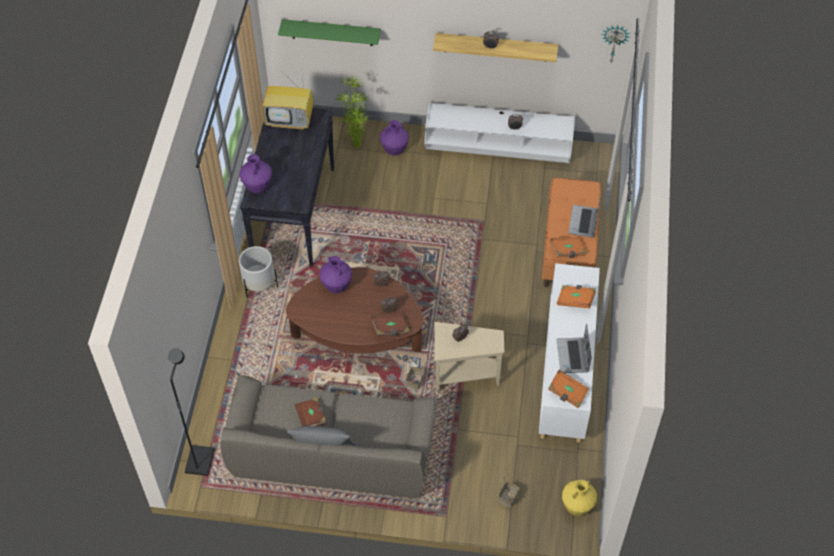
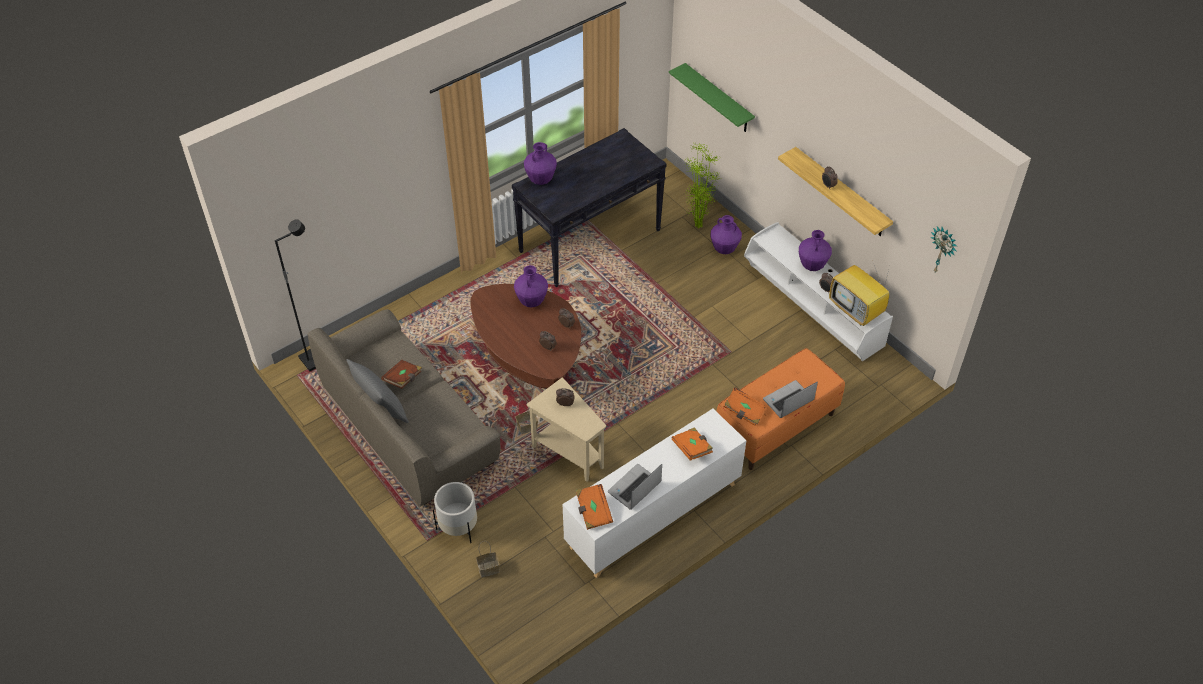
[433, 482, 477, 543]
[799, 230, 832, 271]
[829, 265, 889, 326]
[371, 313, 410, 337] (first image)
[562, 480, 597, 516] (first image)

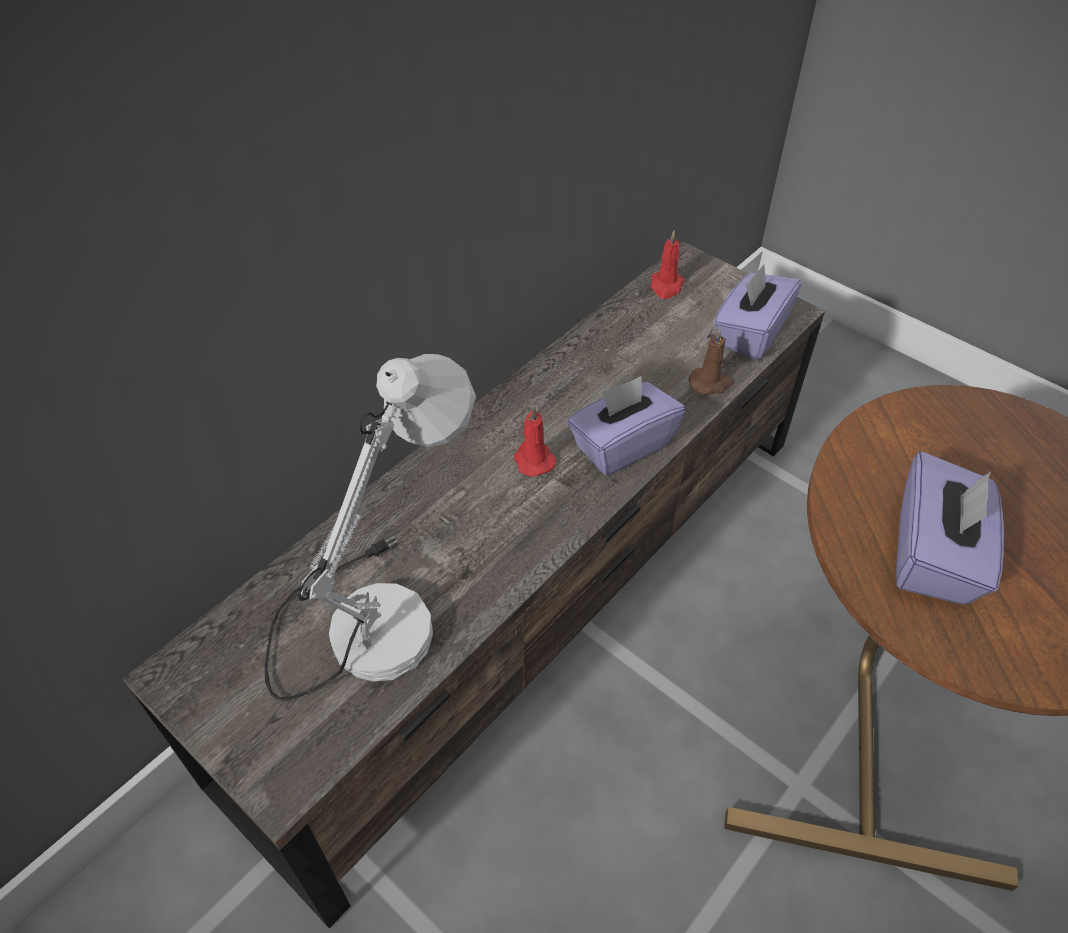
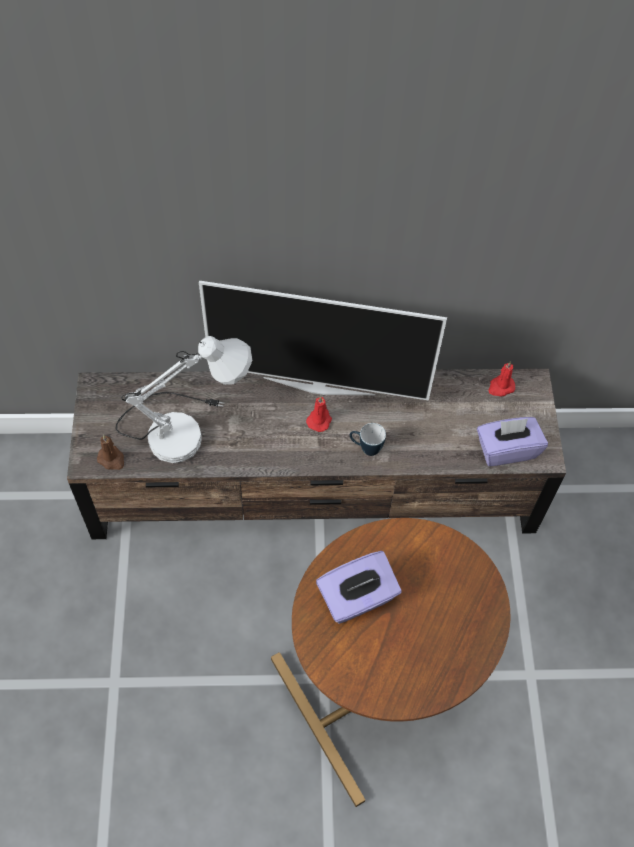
[97, 435, 124, 470]
[199, 281, 447, 401]
[350, 423, 386, 456]

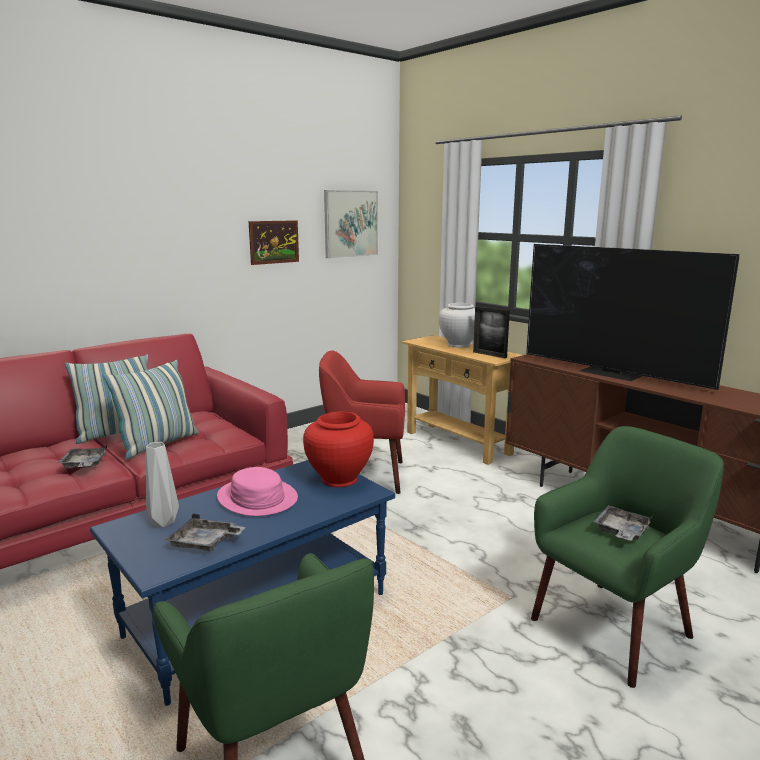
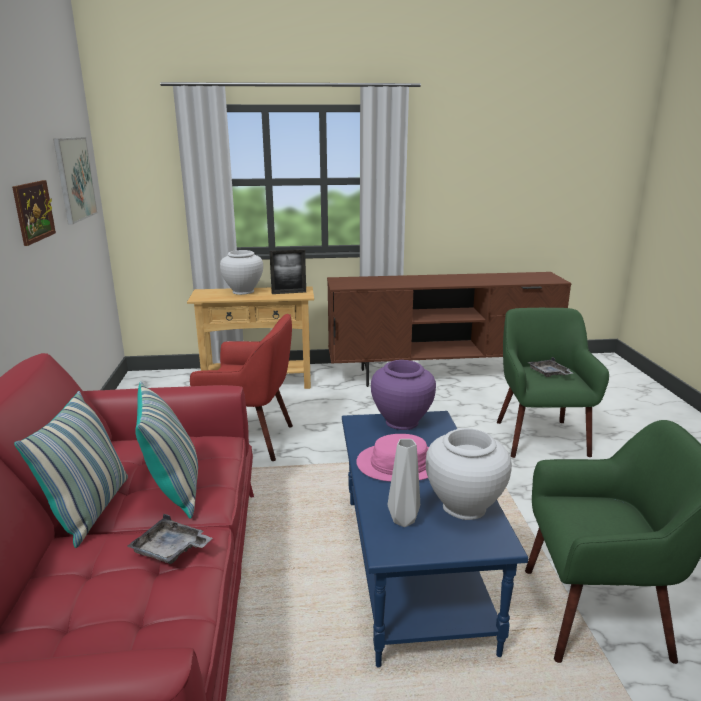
[190, 314, 293, 461]
[371, 360, 436, 430]
[426, 428, 512, 520]
[526, 244, 739, 390] (first image)

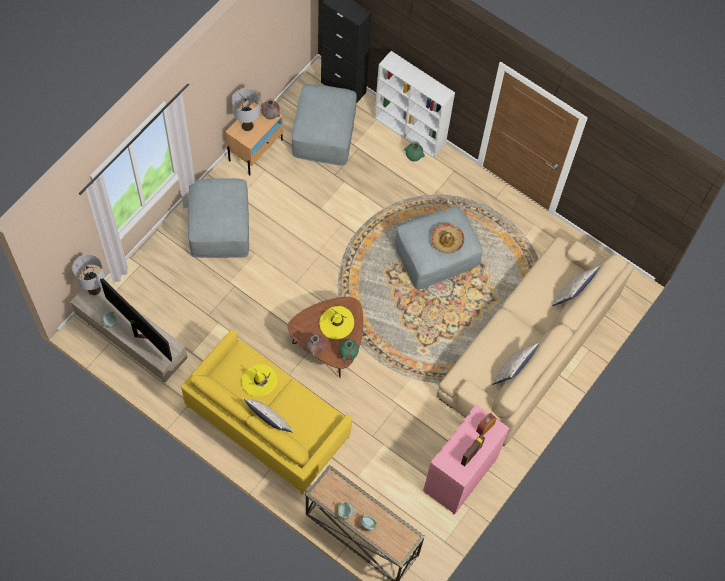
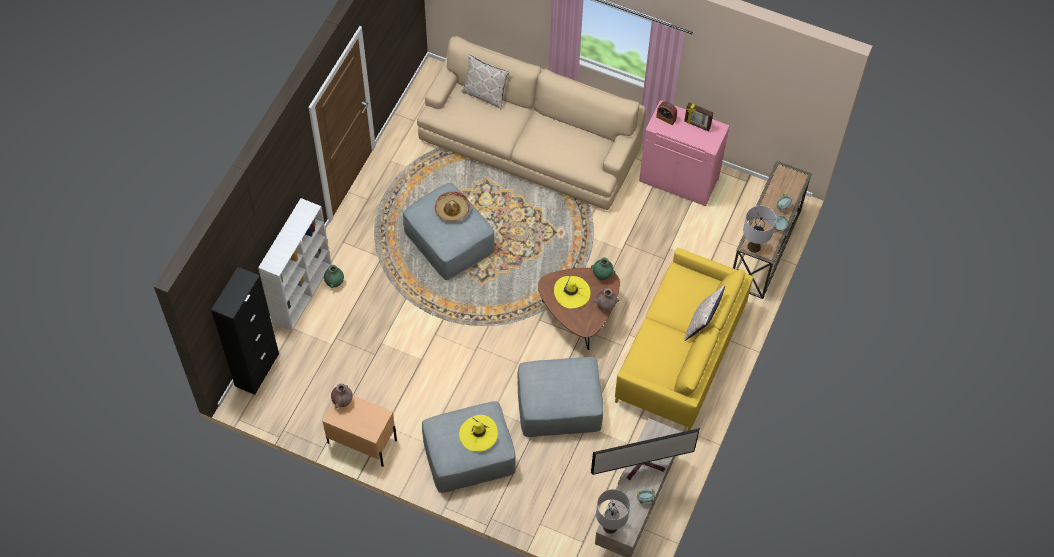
[459, 415, 498, 452]
[517, 357, 603, 437]
[591, 428, 700, 480]
[743, 206, 776, 253]
[492, 343, 539, 385] (first image)

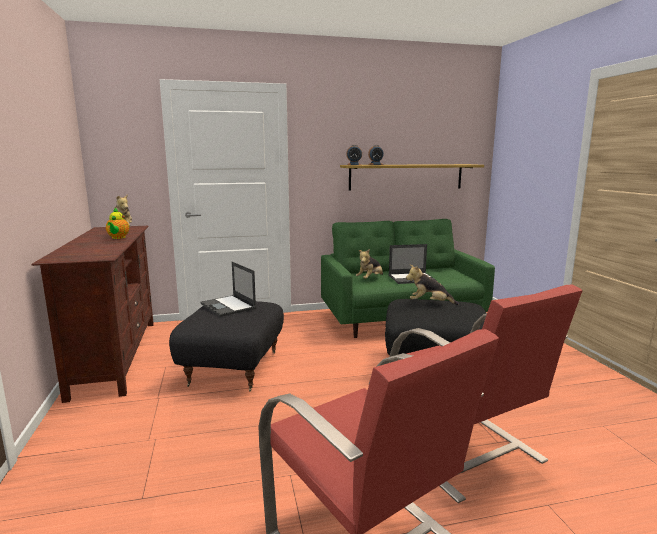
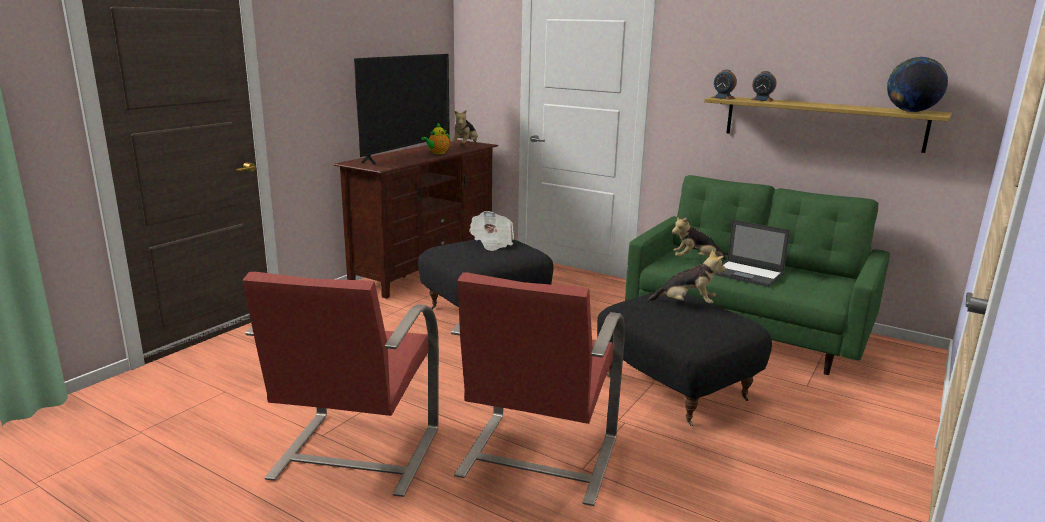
[354, 54, 450, 165]
[469, 211, 514, 251]
[647, 250, 726, 304]
[887, 57, 948, 112]

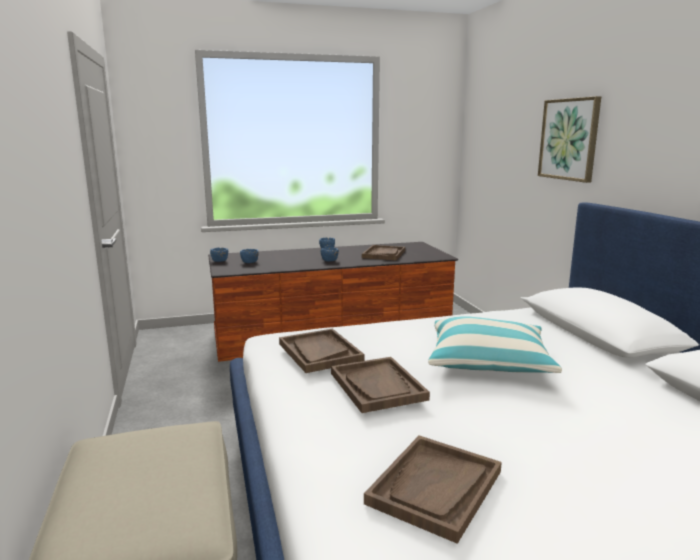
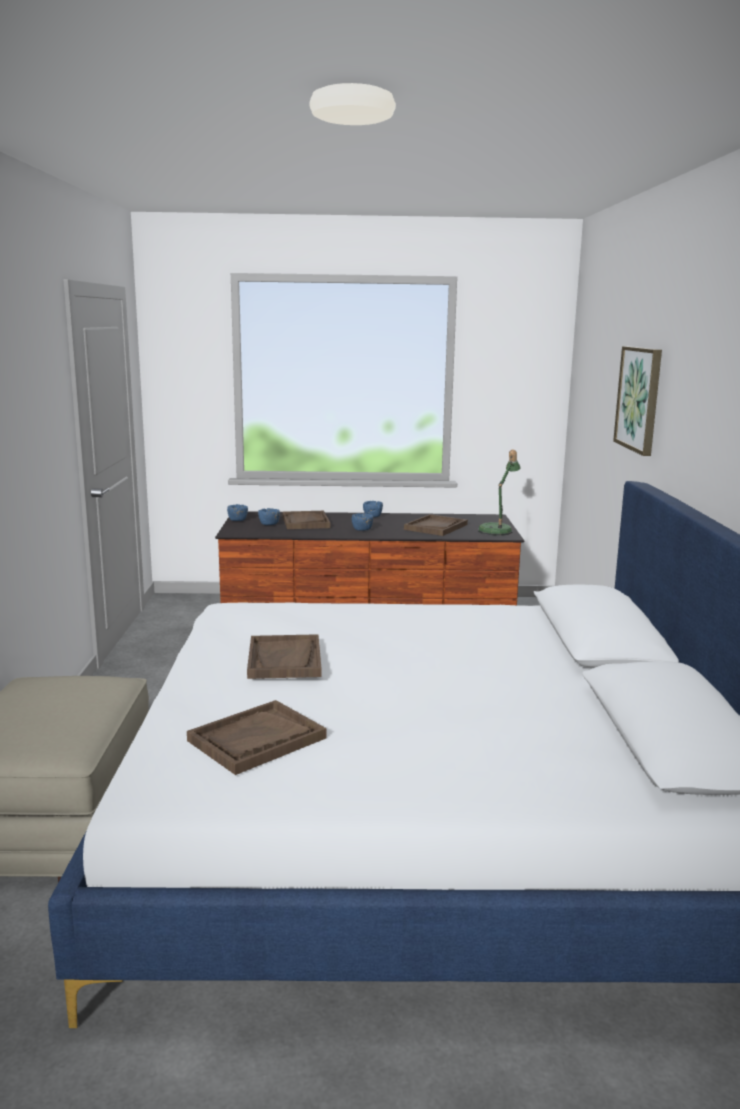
[282, 511, 331, 529]
[478, 450, 521, 536]
[428, 316, 562, 373] (first image)

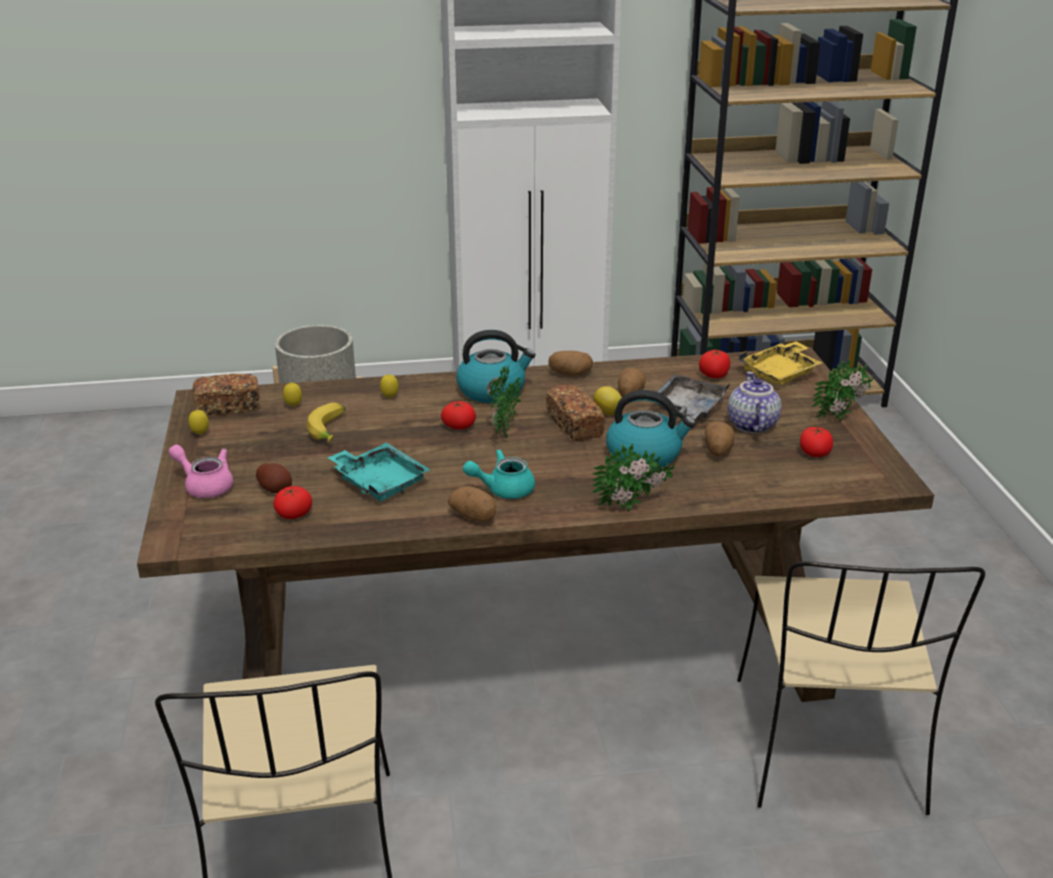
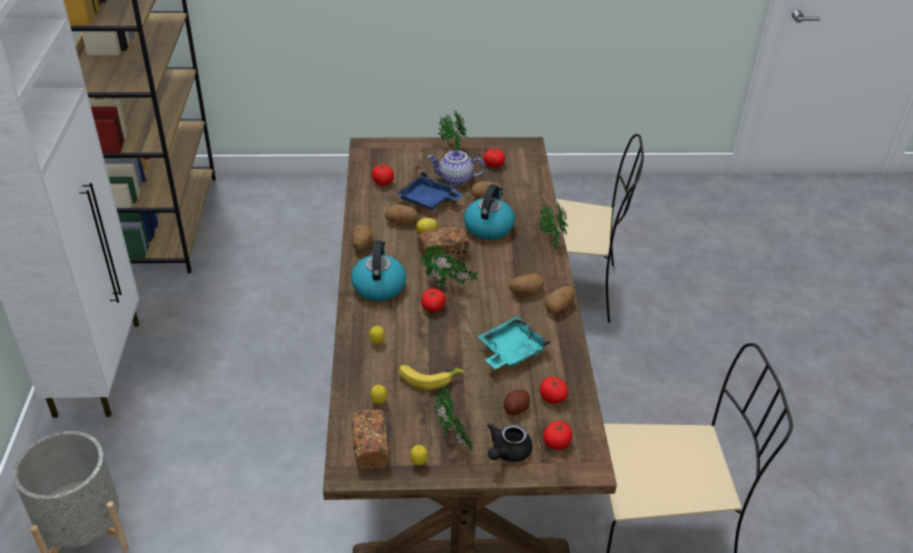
[397, 171, 463, 210]
[434, 385, 475, 452]
[487, 423, 533, 462]
[509, 273, 544, 295]
[543, 421, 572, 450]
[739, 341, 823, 385] (first image)

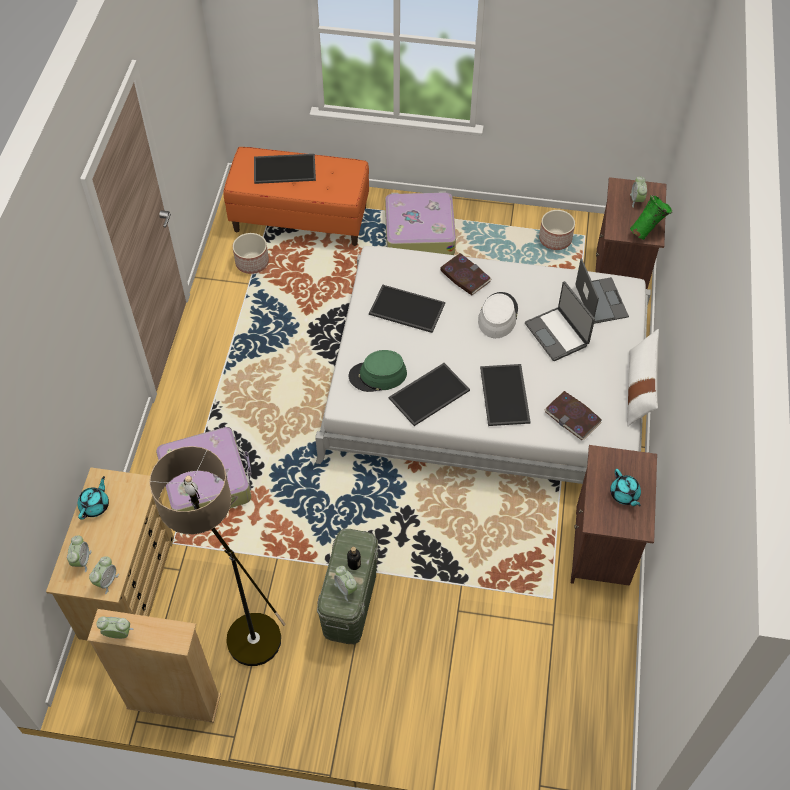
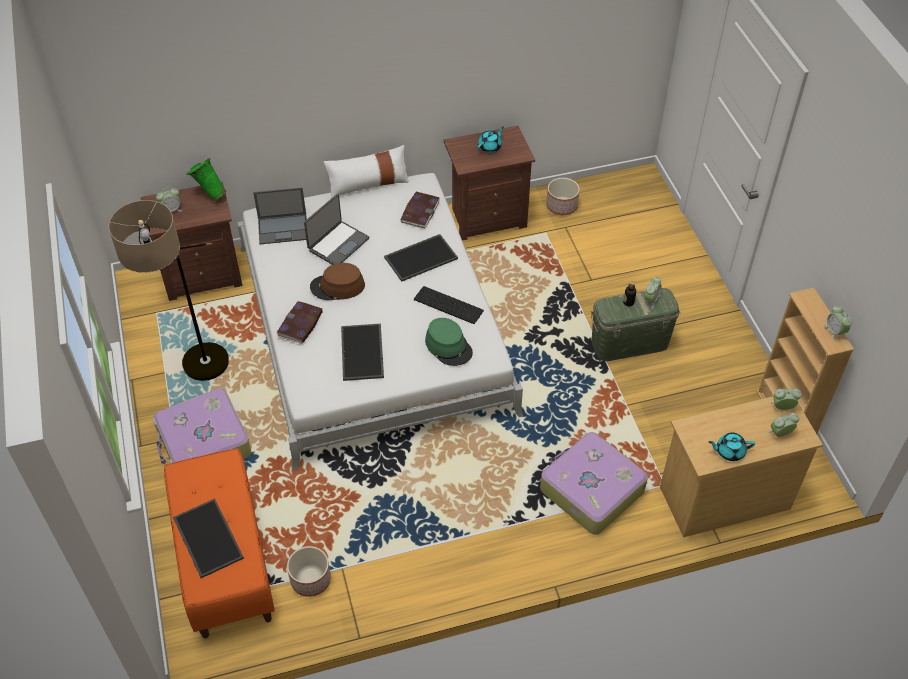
[108, 200, 229, 381]
[253, 187, 307, 244]
[310, 263, 365, 300]
[414, 286, 484, 324]
[546, 178, 580, 215]

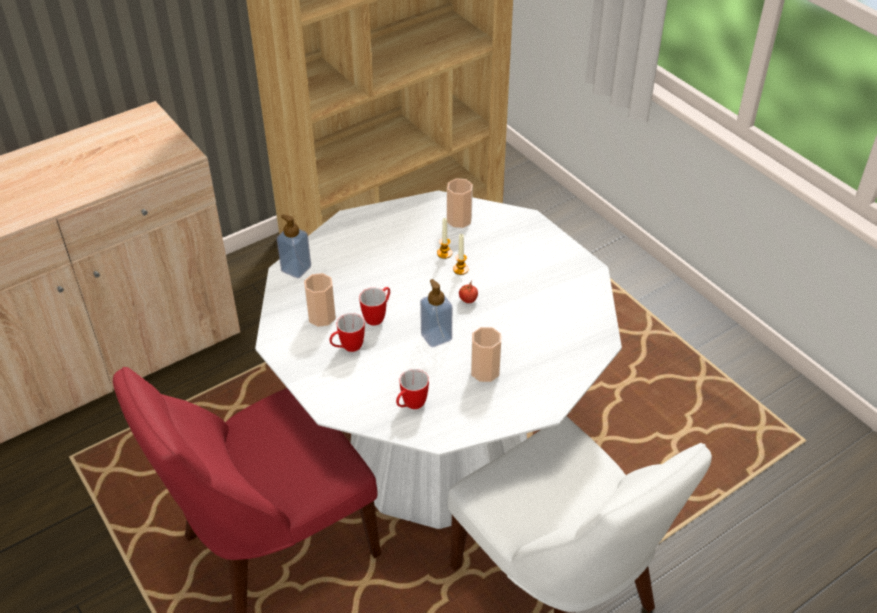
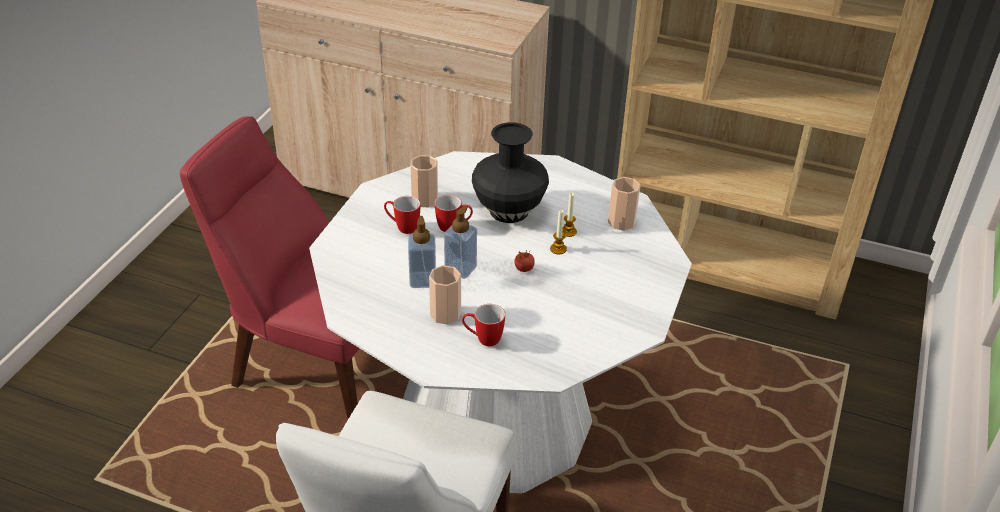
[408, 216, 436, 288]
[462, 304, 505, 346]
[472, 122, 549, 223]

